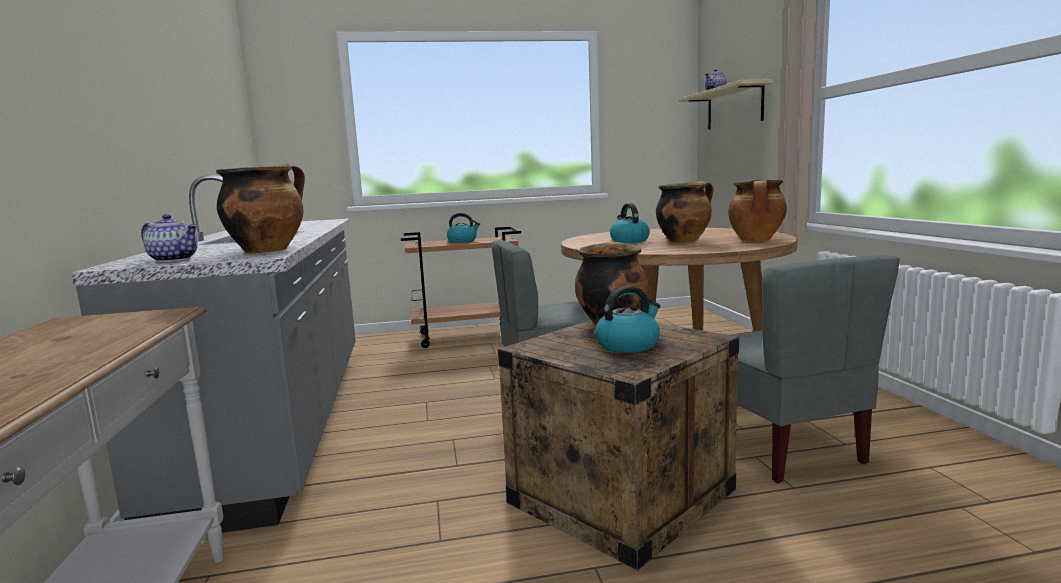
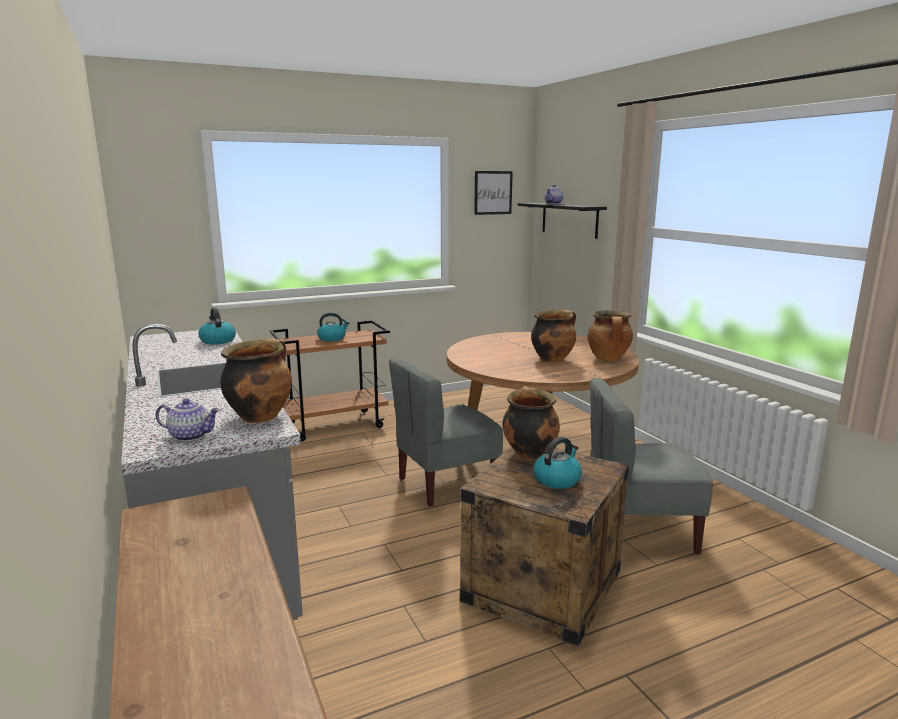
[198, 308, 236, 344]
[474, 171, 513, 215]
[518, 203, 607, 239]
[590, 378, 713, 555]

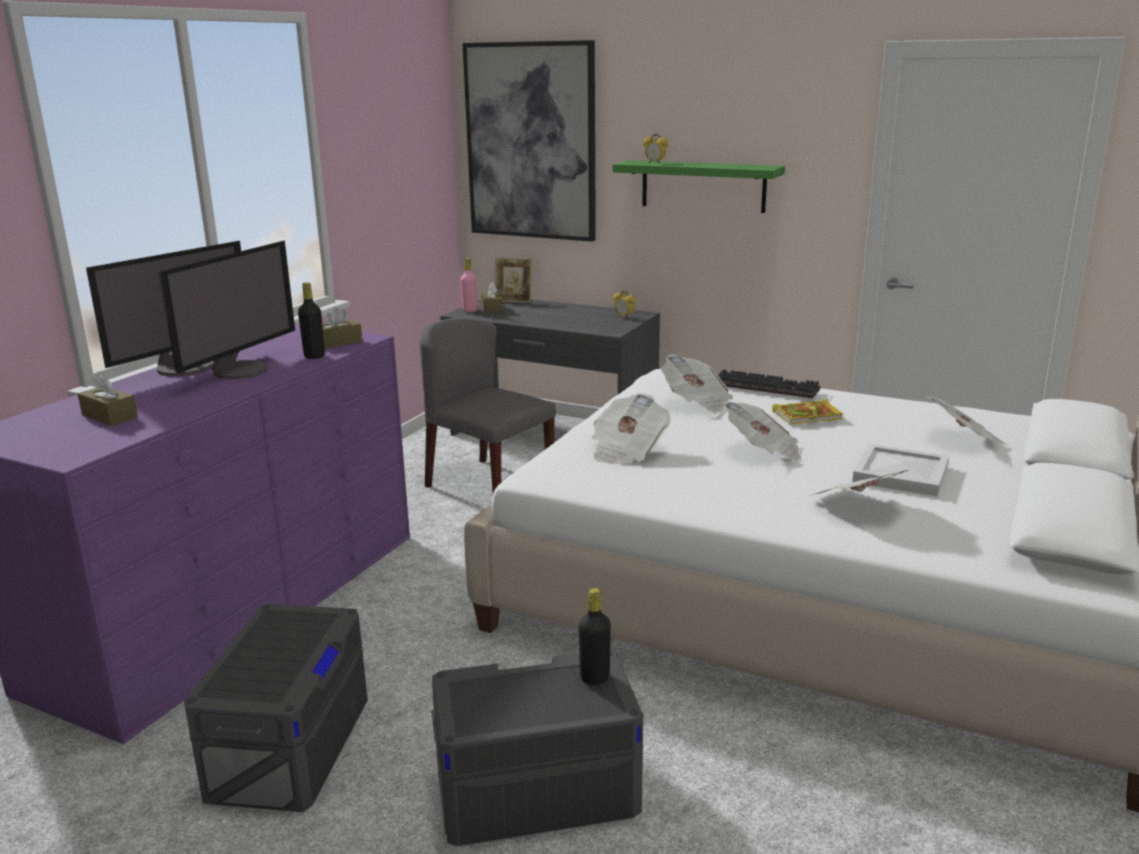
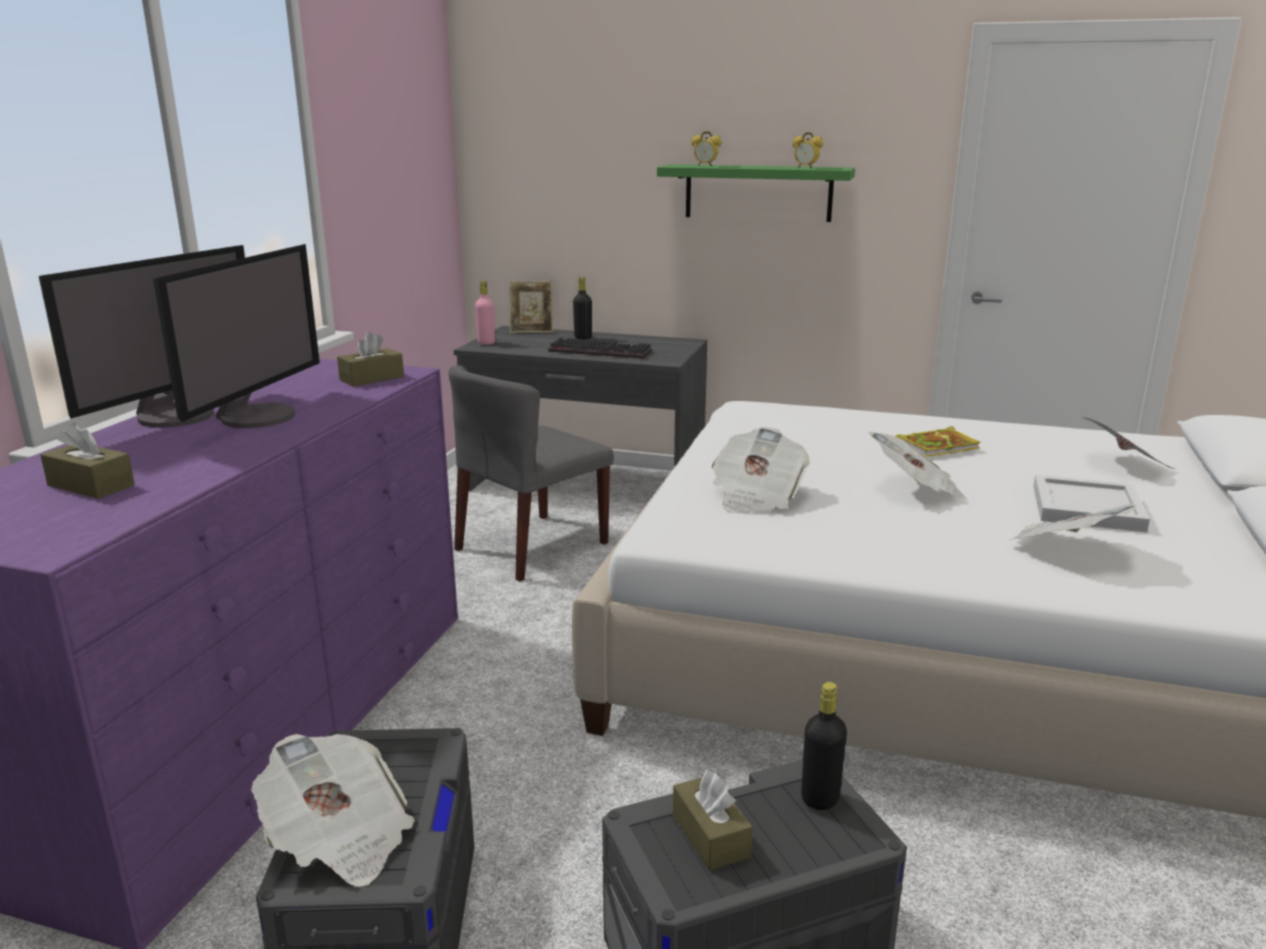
[251, 734, 415, 887]
[449, 365, 614, 582]
[548, 338, 652, 359]
[573, 277, 592, 340]
[673, 770, 753, 870]
[792, 132, 823, 168]
[462, 40, 596, 242] (first image)

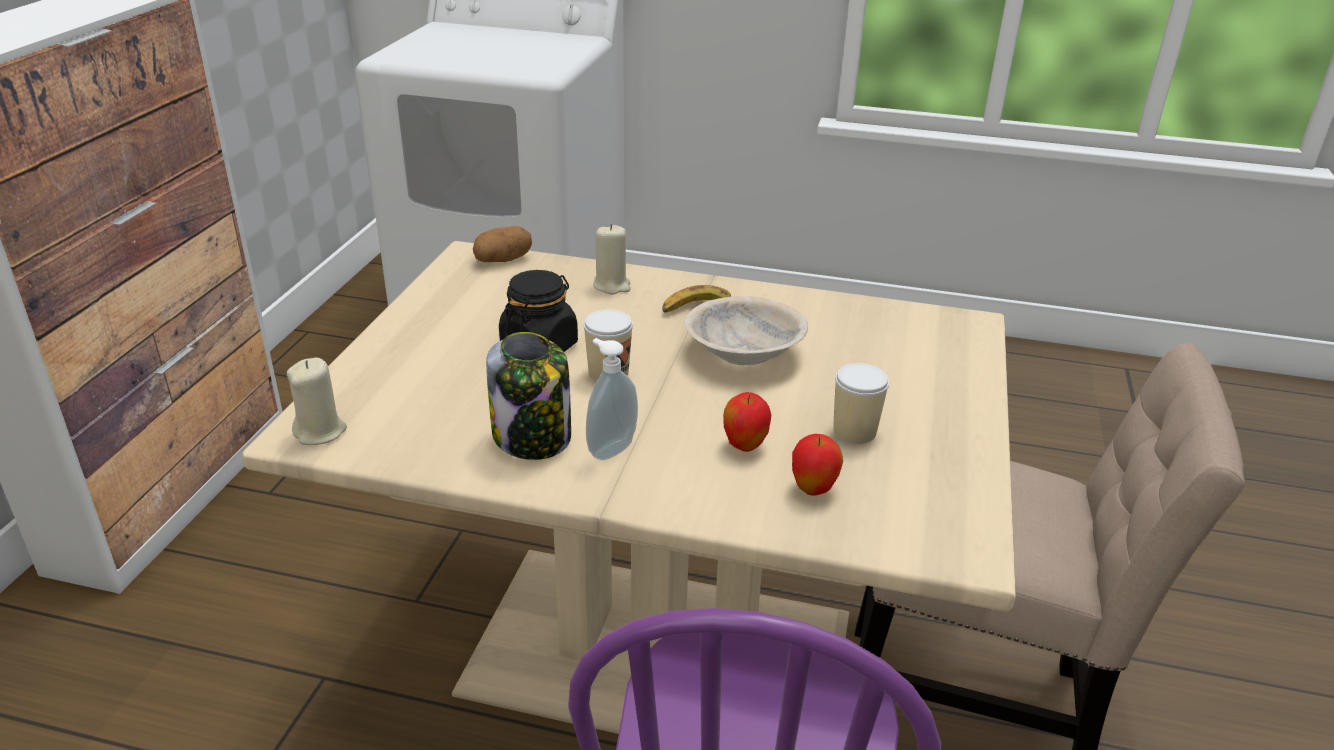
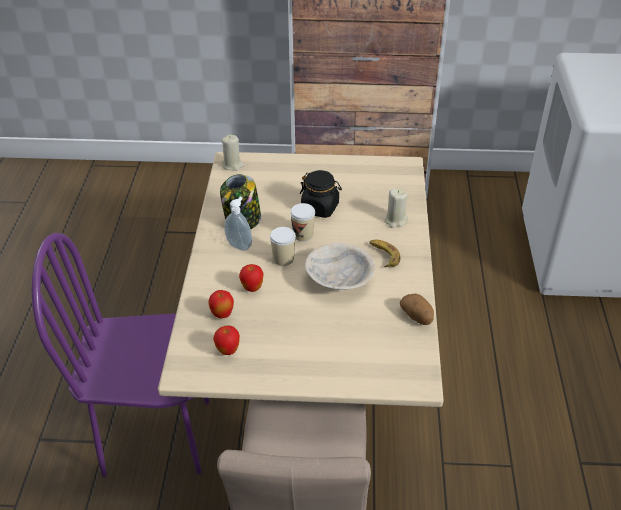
[213, 326, 240, 355]
[270, 227, 296, 266]
[400, 294, 434, 325]

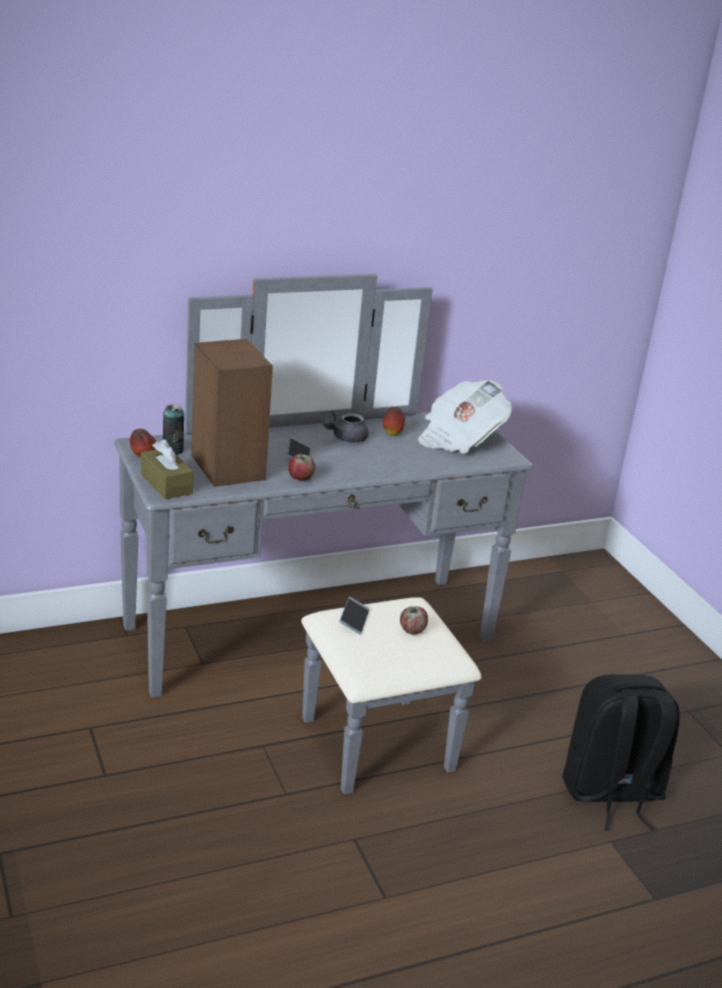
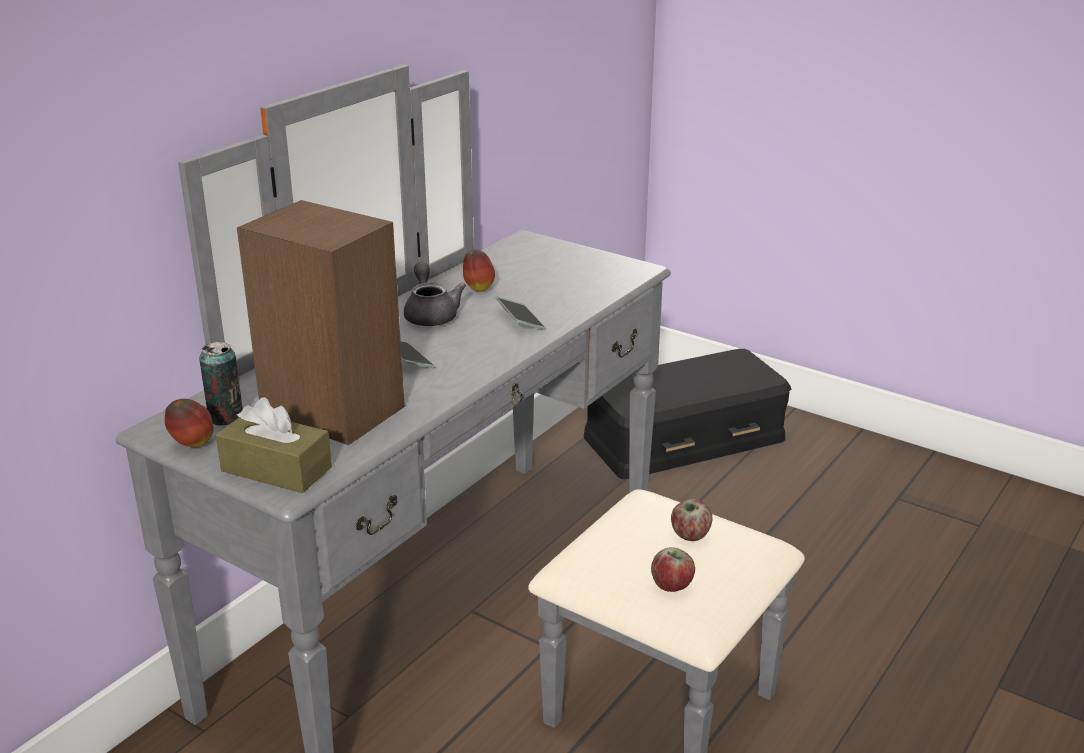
[404, 262, 466, 326]
[496, 296, 546, 330]
[584, 349, 792, 479]
[651, 547, 695, 592]
[418, 380, 512, 453] (first image)
[562, 674, 680, 831] (first image)

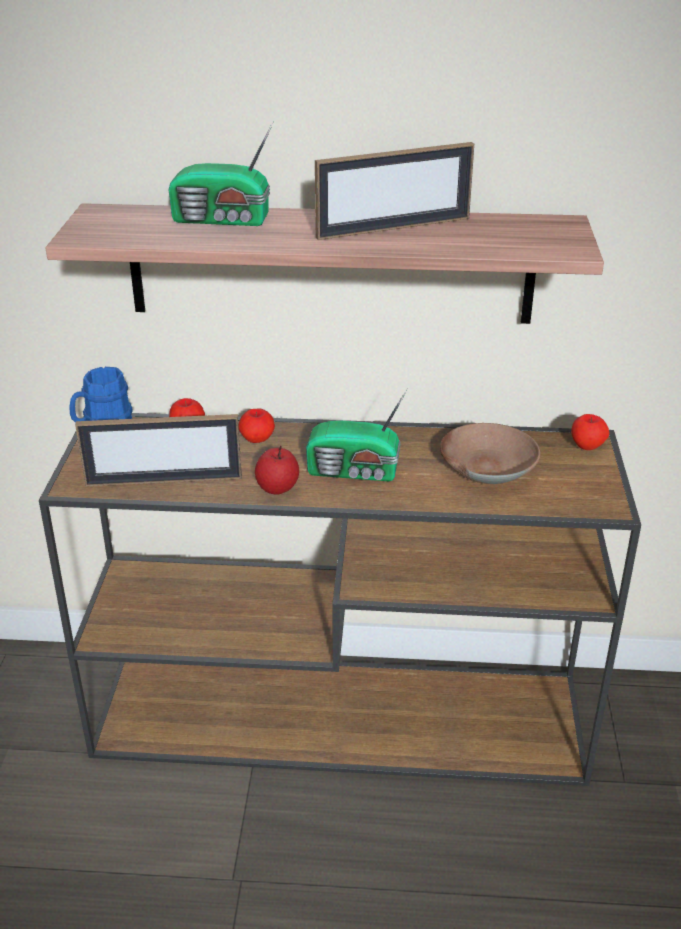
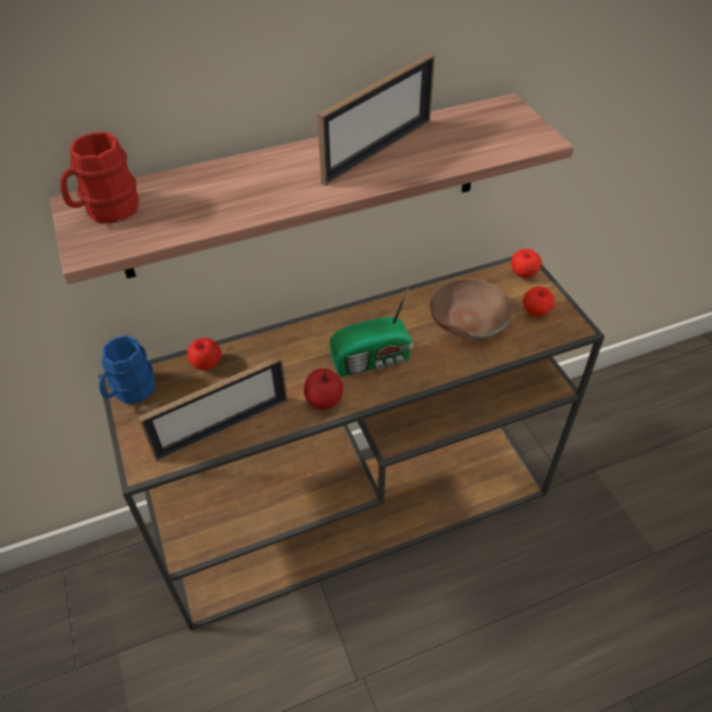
[60, 132, 139, 224]
[523, 286, 555, 317]
[168, 122, 273, 226] (first image)

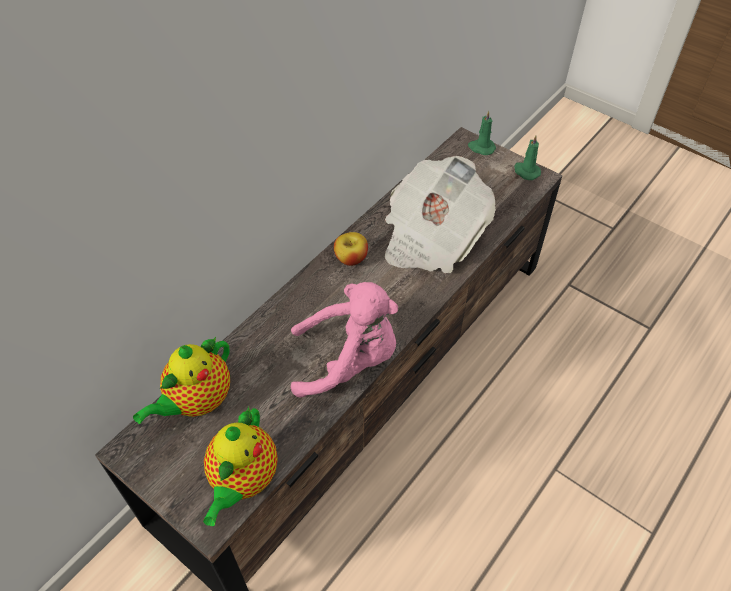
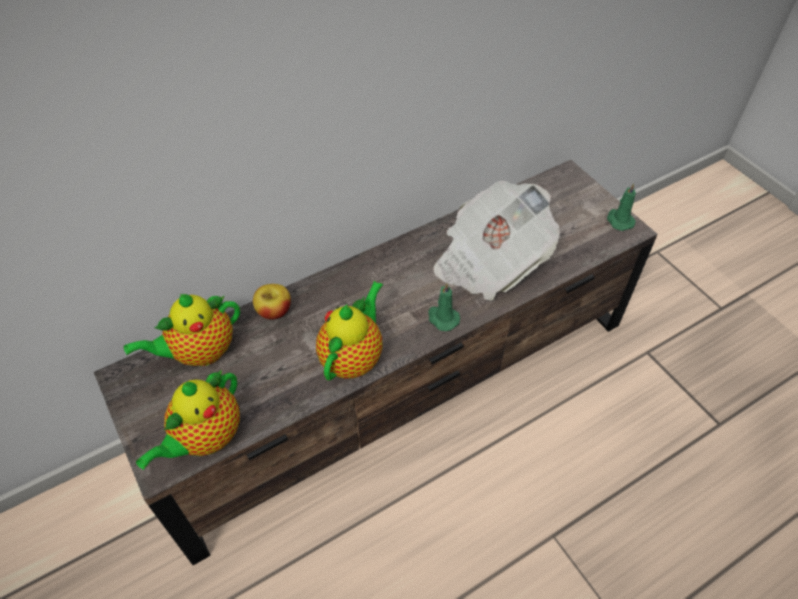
[253, 284, 291, 320]
[316, 281, 383, 380]
[429, 283, 460, 331]

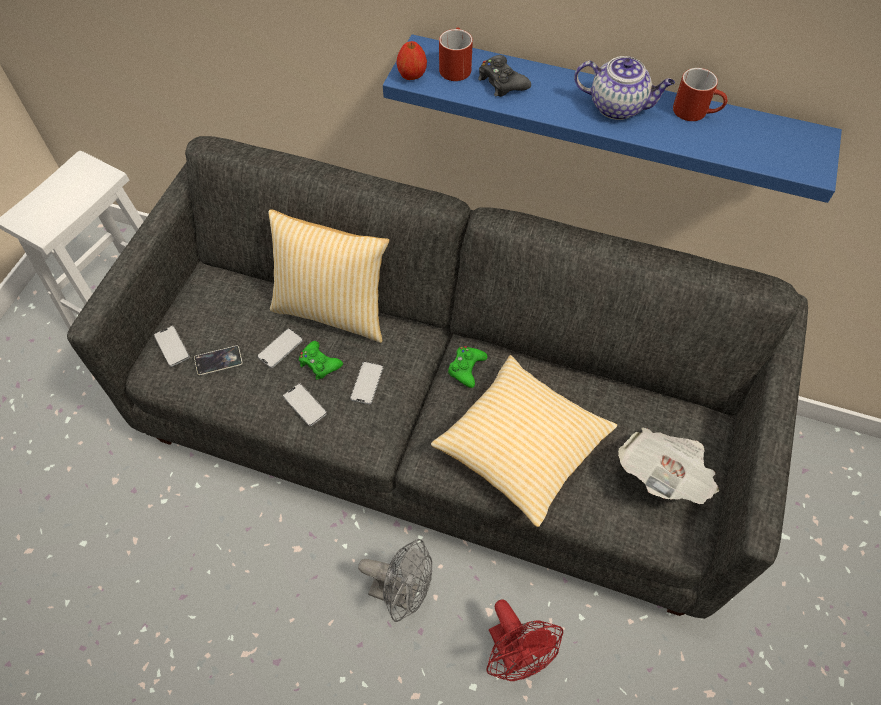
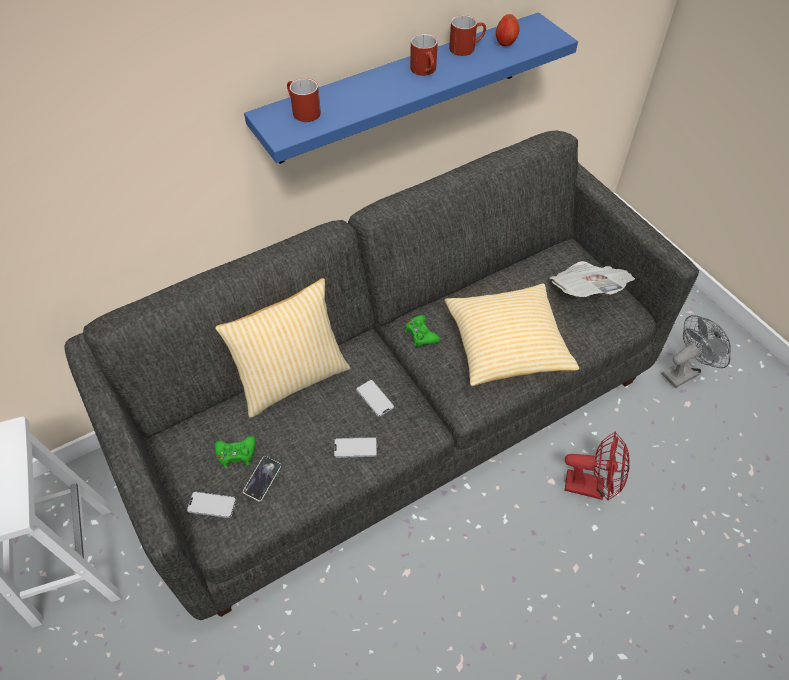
[215, 436, 256, 468]
[410, 34, 438, 76]
[496, 14, 520, 46]
[662, 315, 731, 388]
[257, 328, 303, 368] (first image)
[478, 55, 531, 97] (first image)

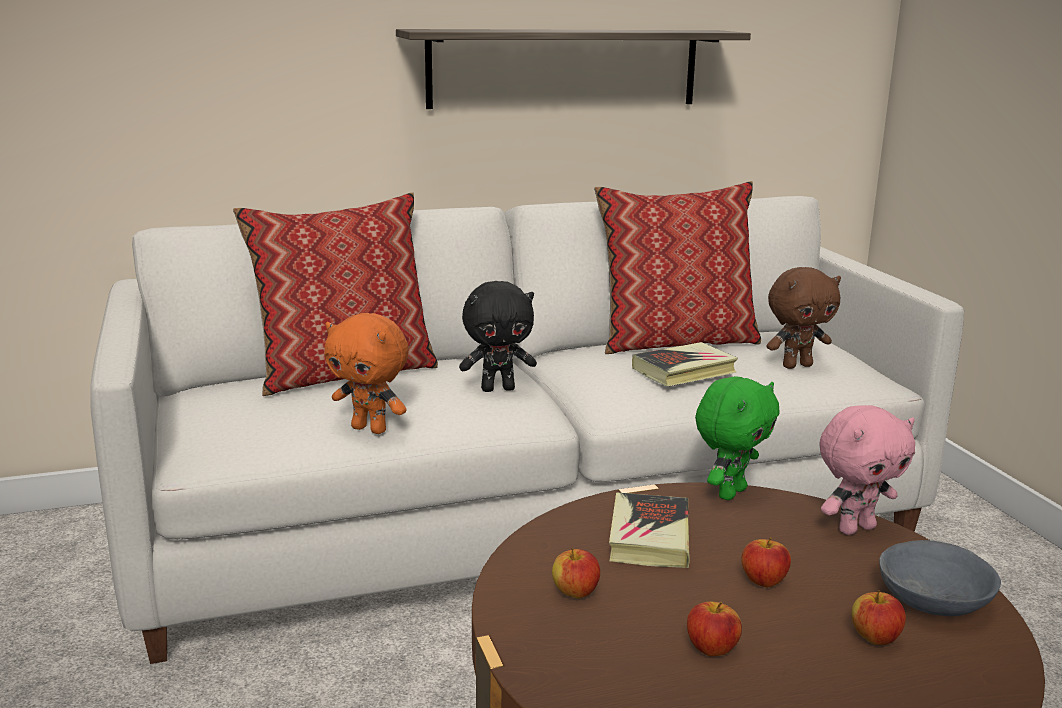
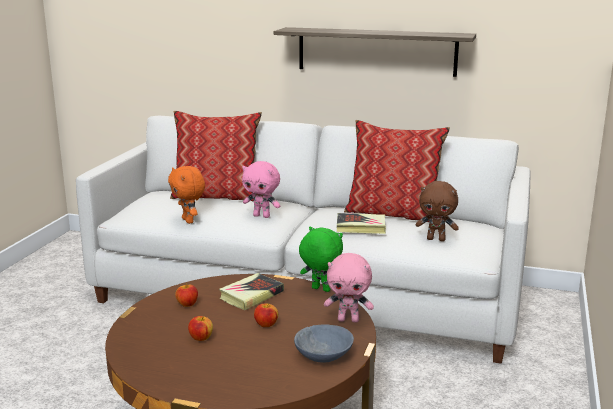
[242, 161, 280, 218]
[299, 227, 343, 292]
[852, 590, 906, 645] (first image)

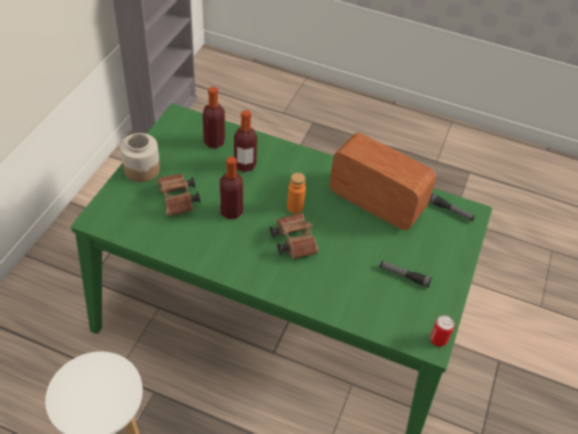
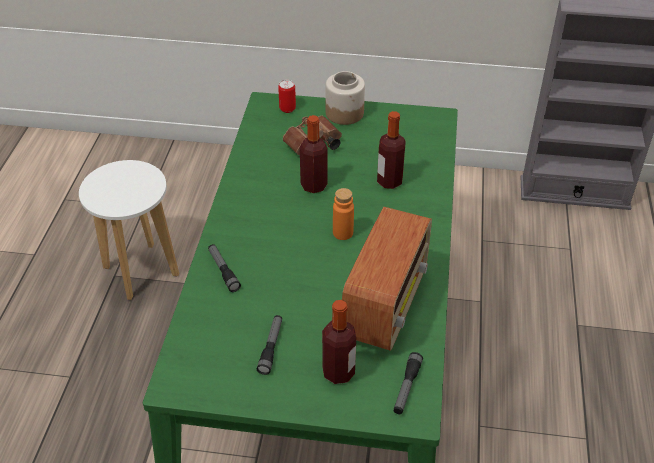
[208, 244, 241, 292]
[278, 80, 296, 113]
[322, 300, 356, 384]
[270, 213, 319, 259] (first image)

